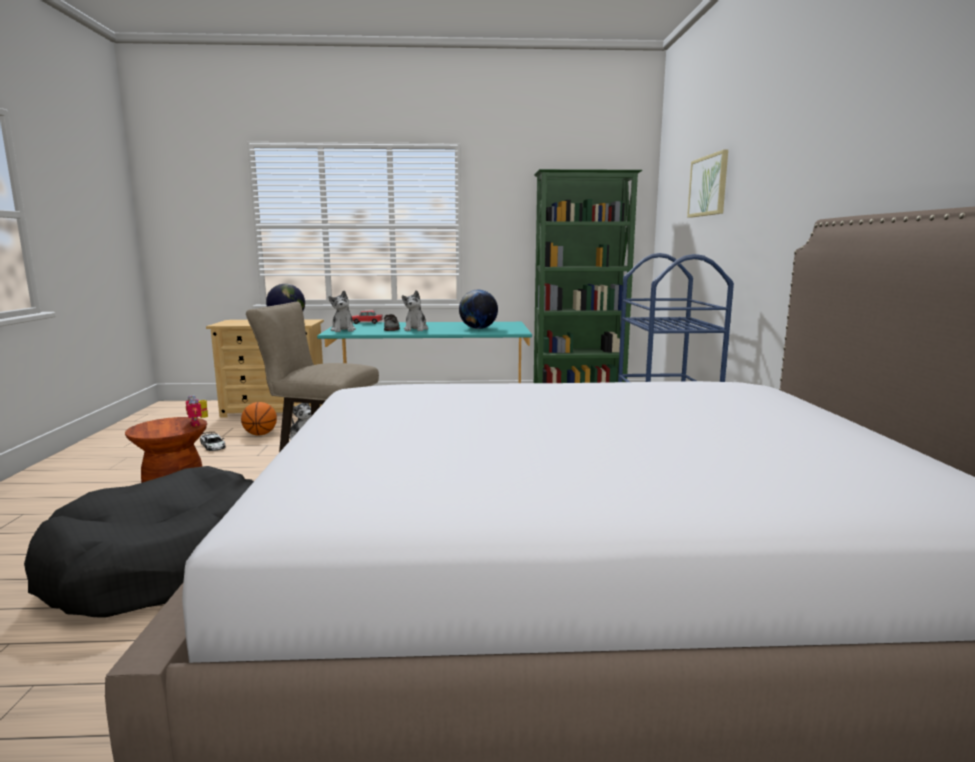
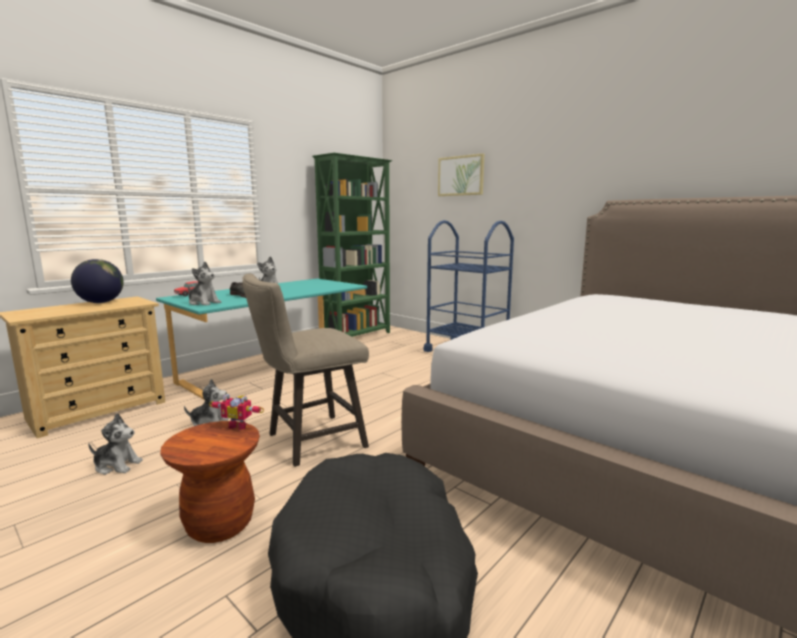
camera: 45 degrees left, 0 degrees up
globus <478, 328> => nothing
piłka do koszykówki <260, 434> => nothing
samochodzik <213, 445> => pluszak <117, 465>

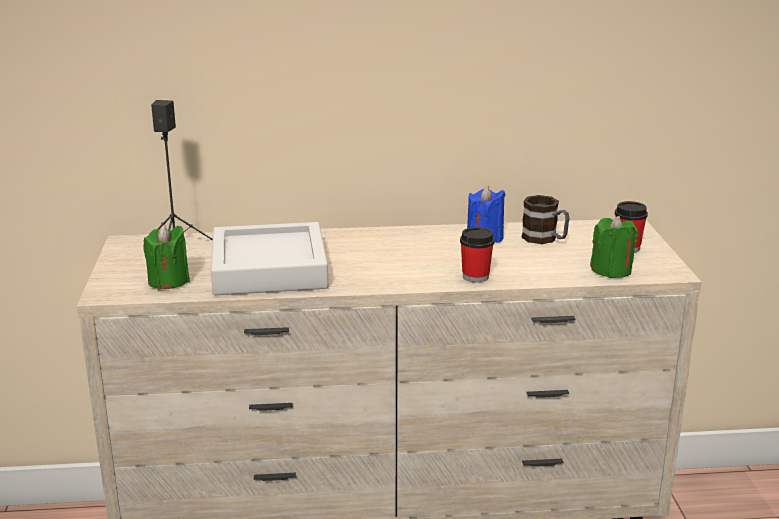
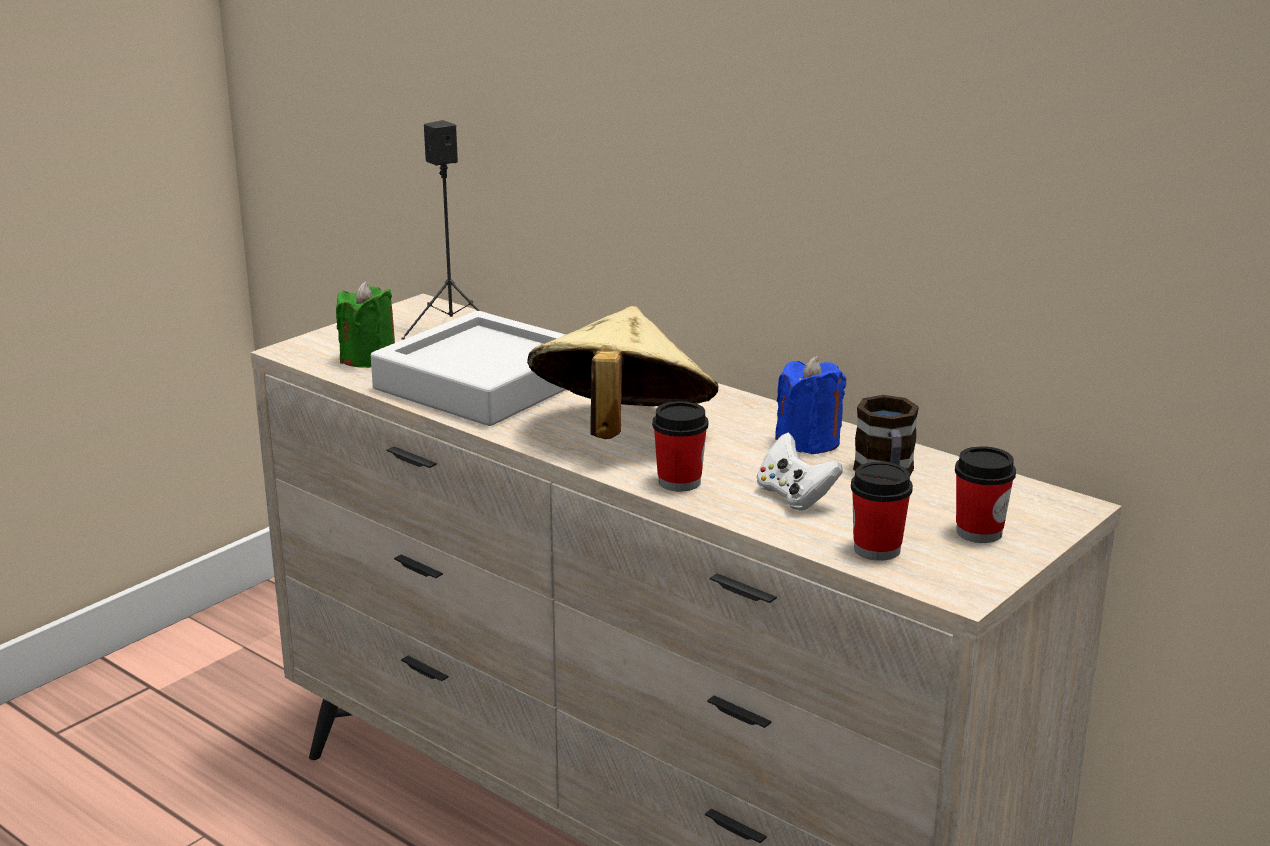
camera: 45 degrees right, 0 degrees up
świeca (zielony) <611, 270> => filiżanka <877, 549>
nothing => kapelusz (beżowy) <620, 432>
nothing => pad do gier (biały) <794, 497>

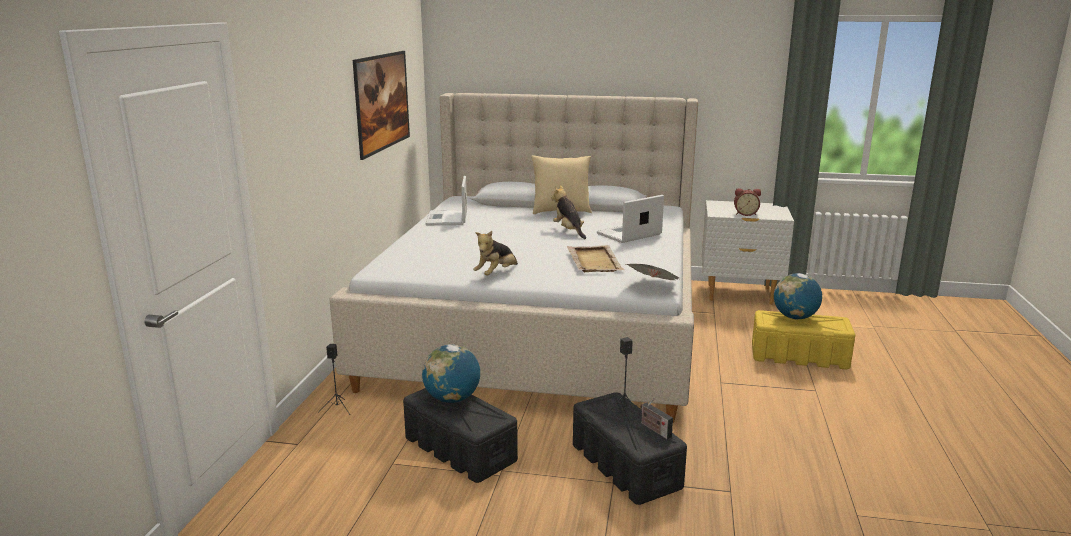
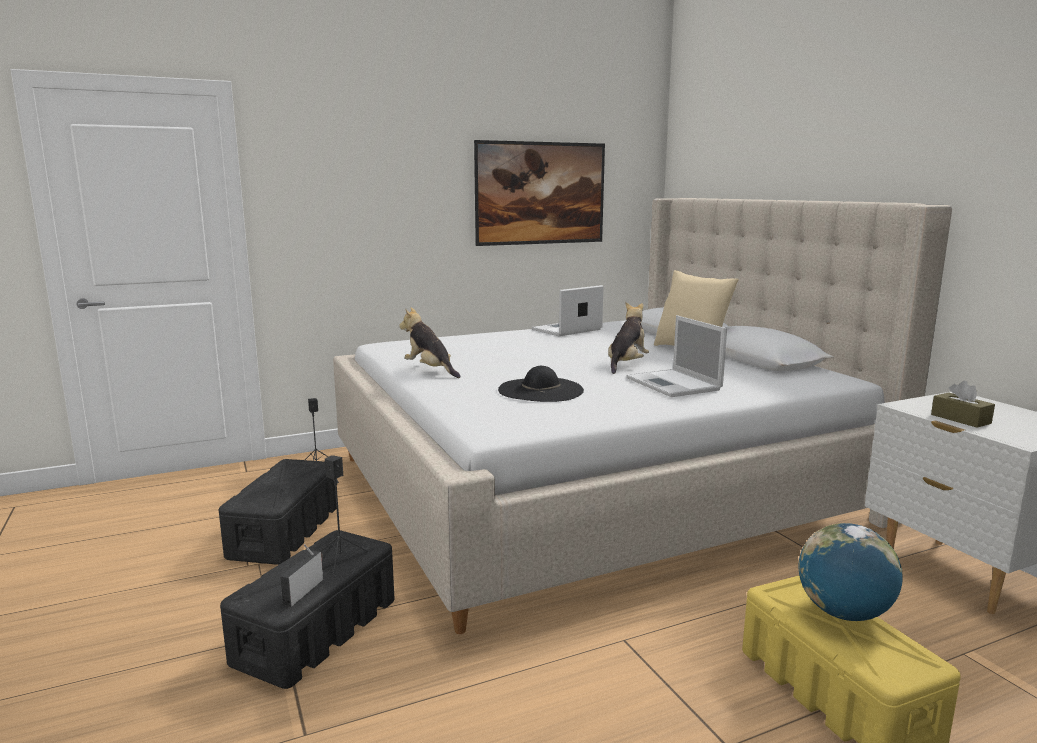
camera: 55 degrees right, 5 degrees down
budzik <745, 214> => pudełko chusteczek (brązowy) <960, 419>
laptop <628, 234> => laptop <674, 384>, 135 degrees counterclockwise
pluszak <496, 274> => pluszak <430, 370>, 45 degrees clockwise
taca (beżowy) <594, 261> => kapelusz (czarny) <541, 390>
gazeta <654, 286> => nothing
globus <452, 399> => nothing

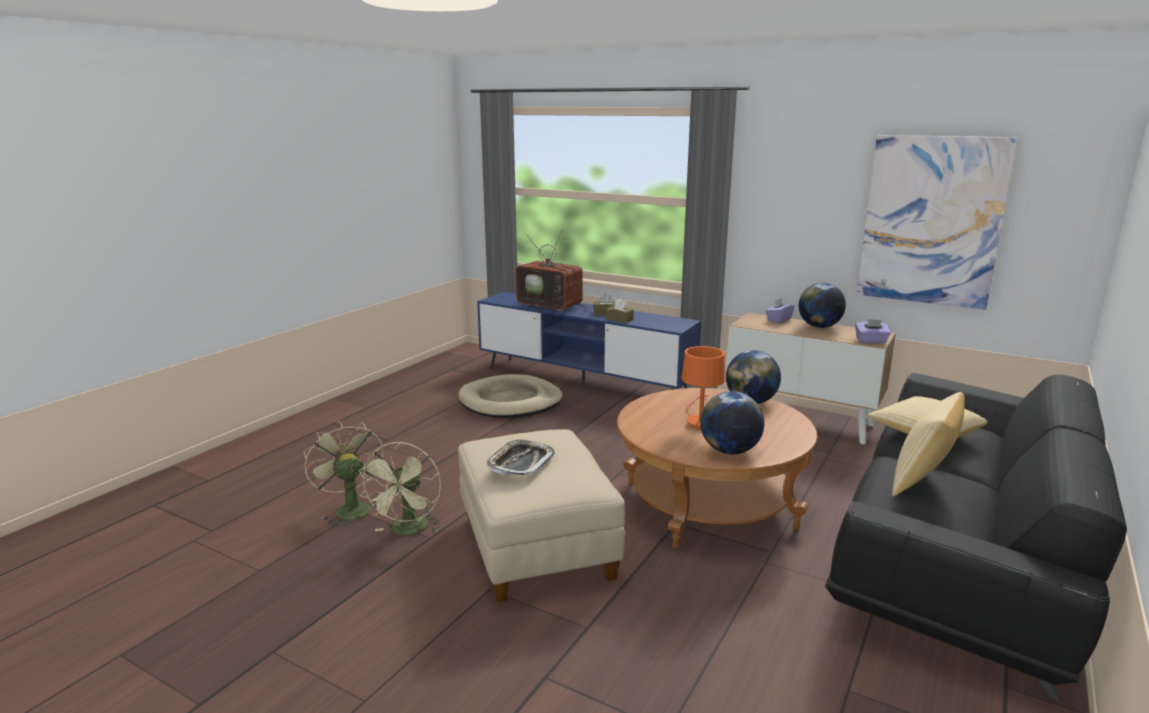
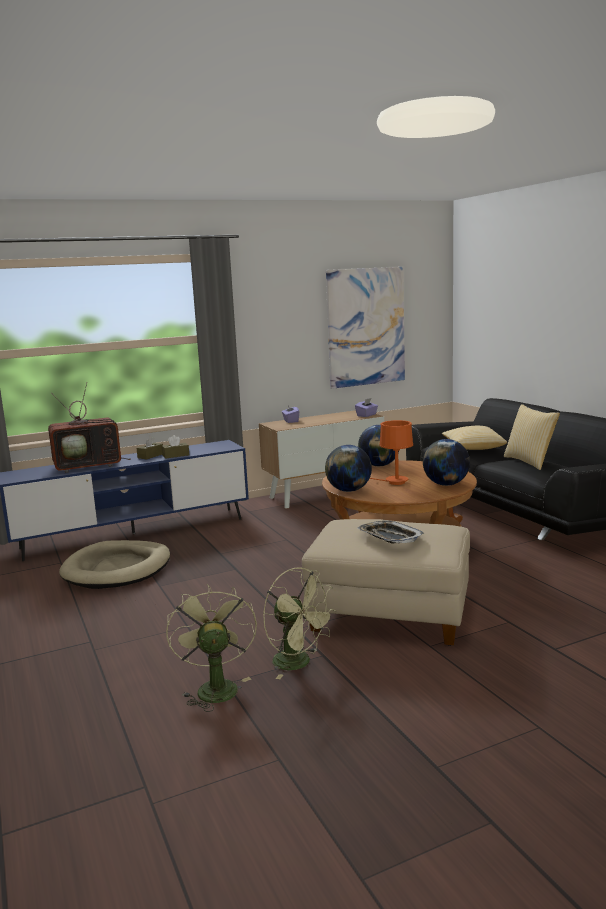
camera: 55 degrees left, 5 degrees down
globus <819, 327> => globus <349, 490>, relocated
wentylator (zielony) <349, 509> => wentylator (zielony) <215, 687>, 75 degrees clockwise

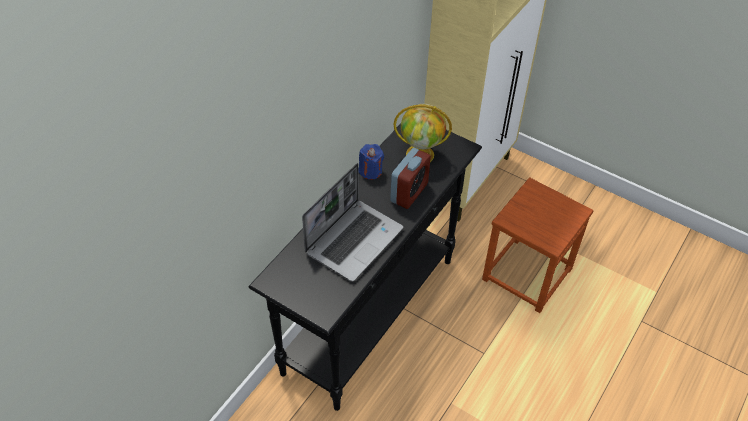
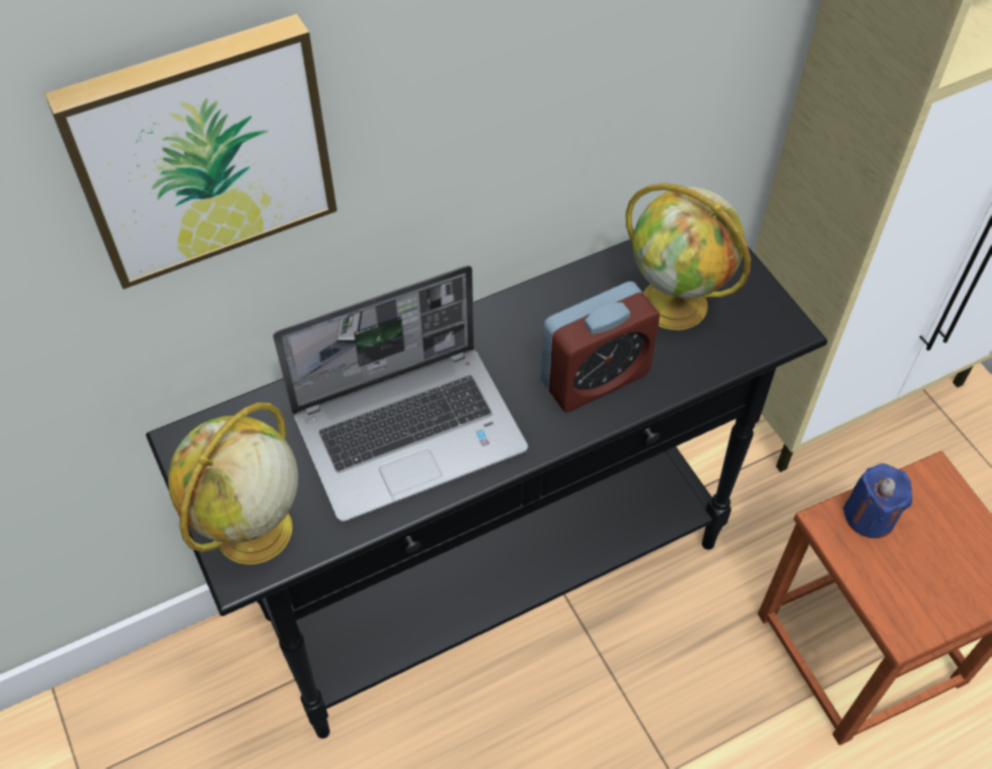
camera: 30 degrees right, 5 degrees up
świeca (niebieski) <370, 171> => świeca (niebieski) <869, 516>, relocated
nothing => obraz <200, 148>
nothing => globus <253, 532>

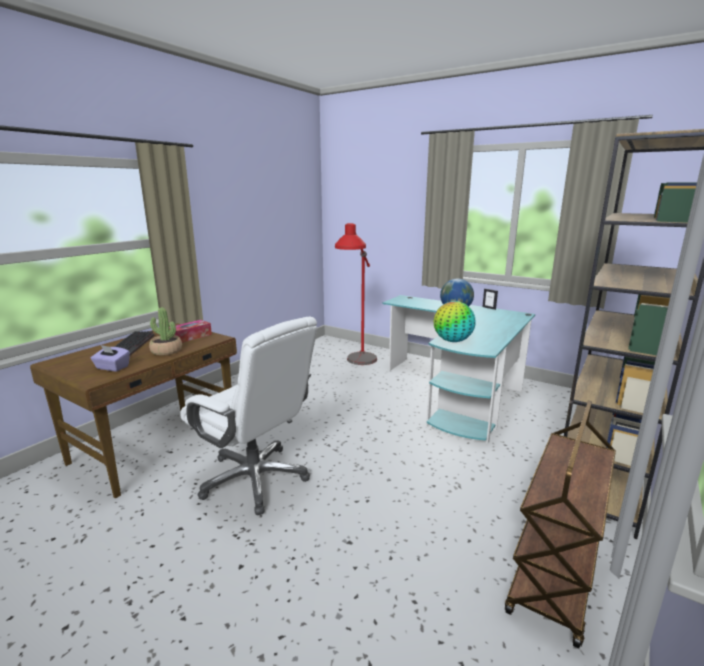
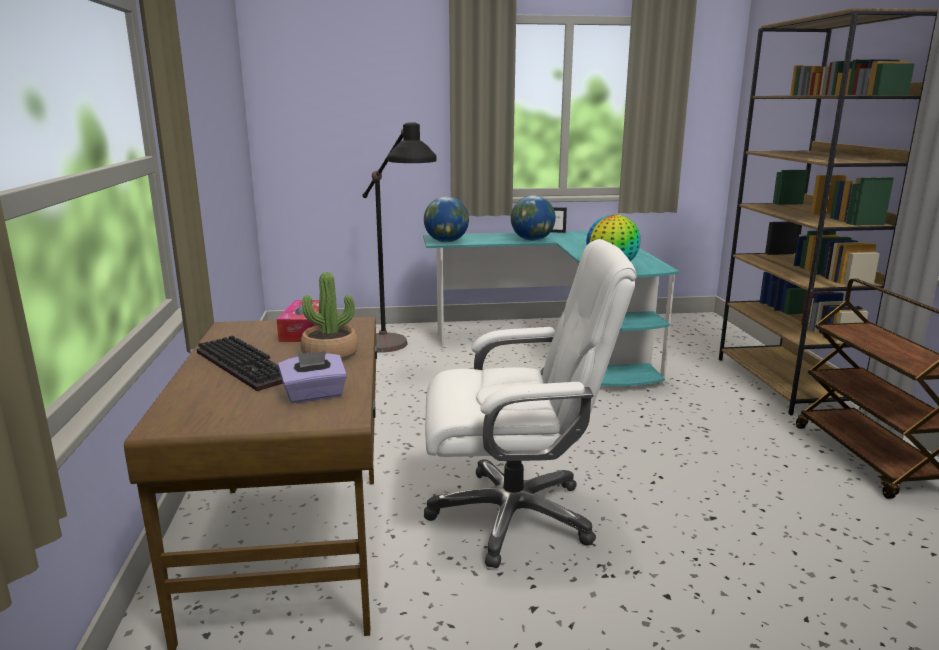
camera: 40 degrees left, 0 degrees up
lampa stojąca (czerwony) <357, 367> => lampa stojąca (czarny) <396, 354>
nothing => globus <446, 241>

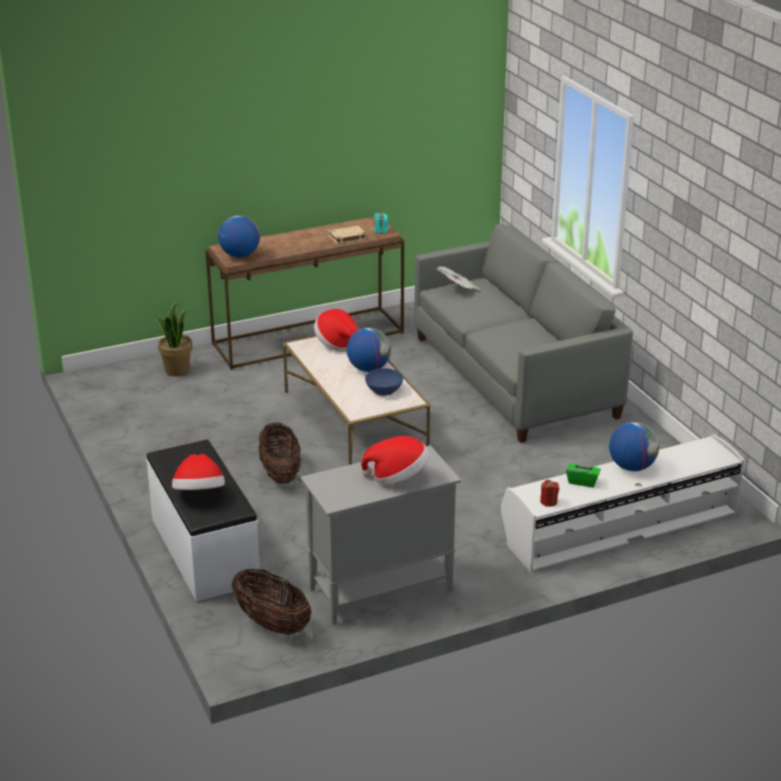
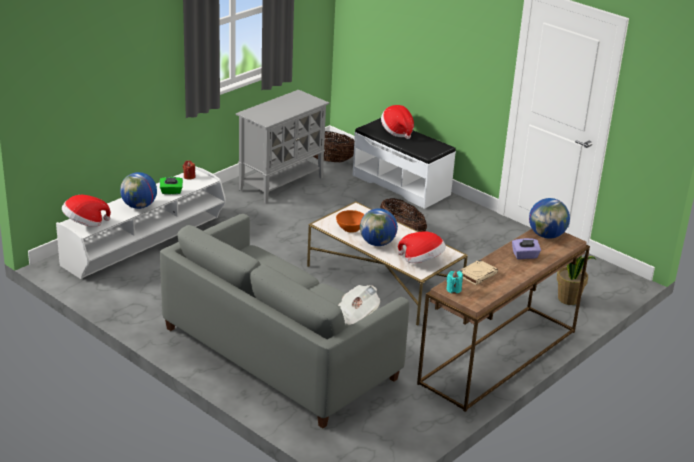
camera: 155 degrees right, 0 degrees up
miska (niebieski) <384, 390> => miska (pomarańczowy) <350, 228>
kapelusz <398, 477> => kapelusz <85, 223>, relocated
nothing => pudełko chusteczek (fioletowy) <525, 256>

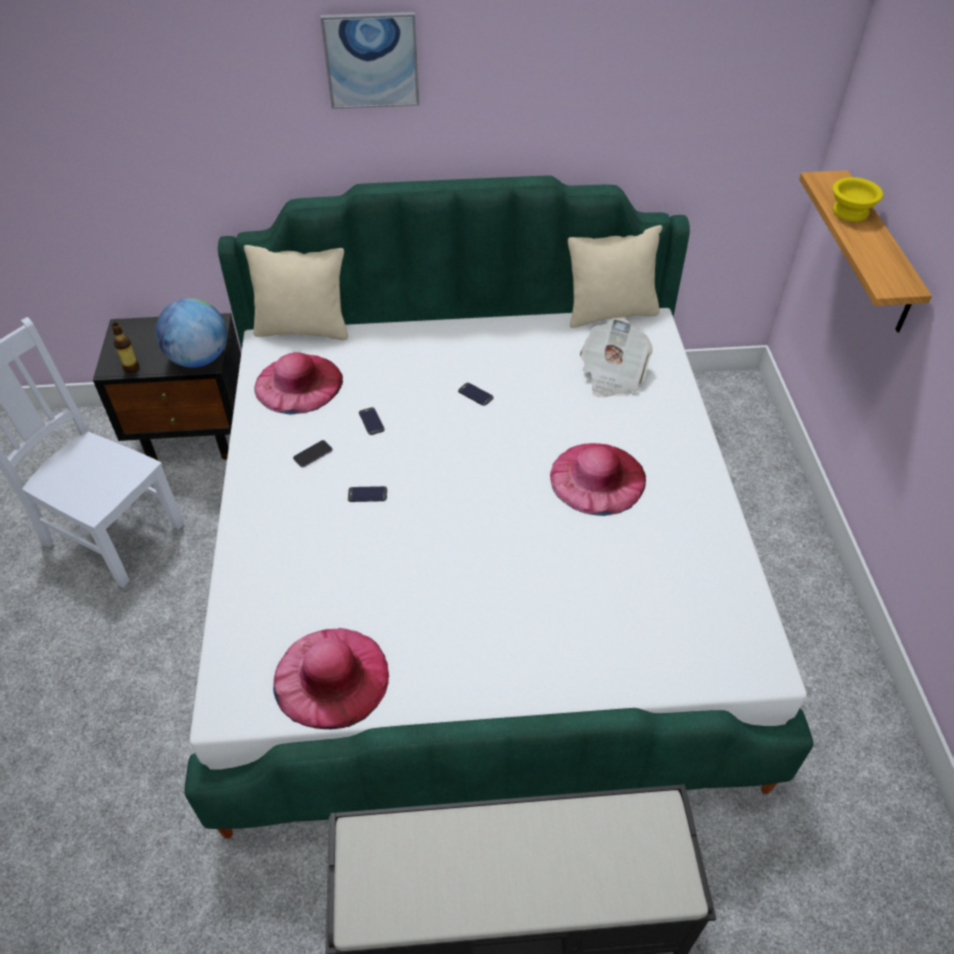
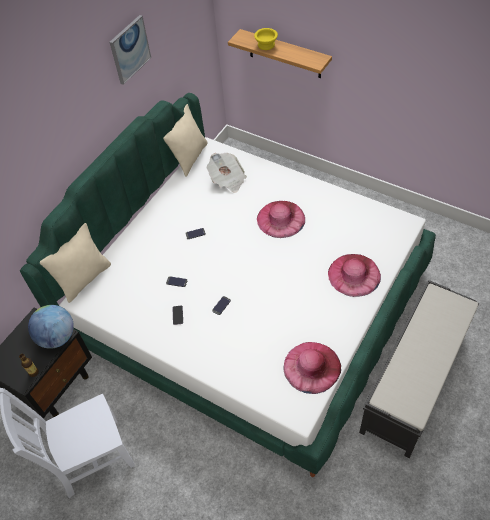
camera: 50 degrees left, 5 degrees up
obraz <371, 60> => obraz <129, 49>, relocated
kapelusz (różowy) <298, 383> => kapelusz (różowy) <354, 274>, relocated

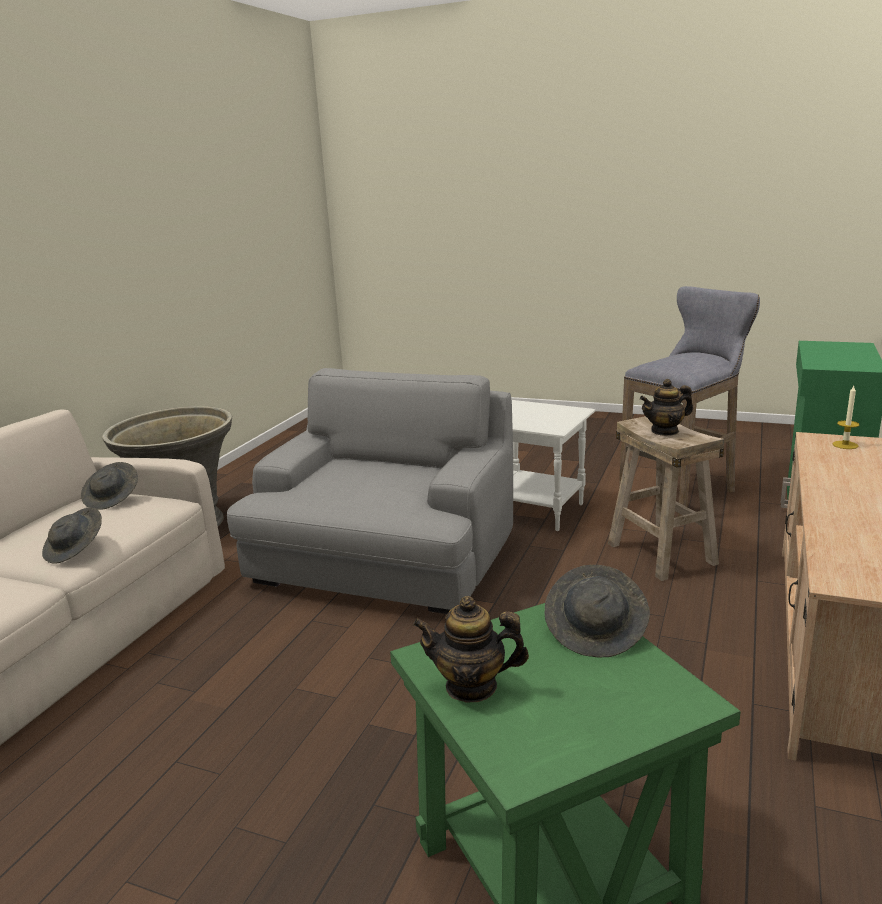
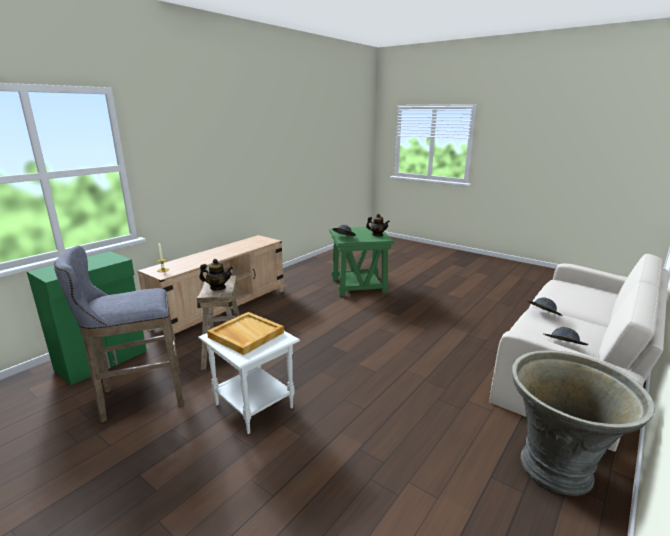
camera: 165 degrees left, 0 degrees up
fotel (szary) <385, 561> => nothing
nothing => taca (beżowy) <245, 335>

